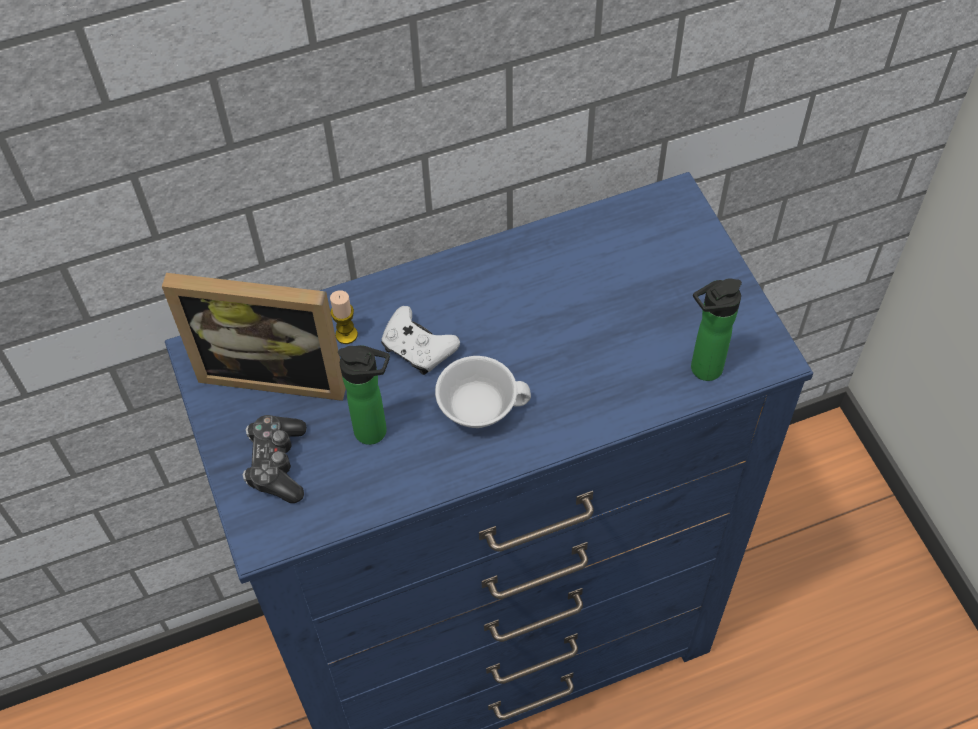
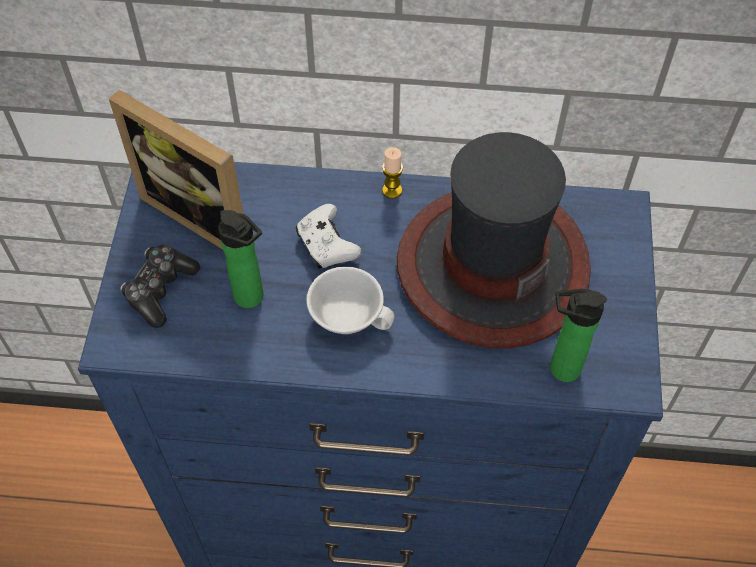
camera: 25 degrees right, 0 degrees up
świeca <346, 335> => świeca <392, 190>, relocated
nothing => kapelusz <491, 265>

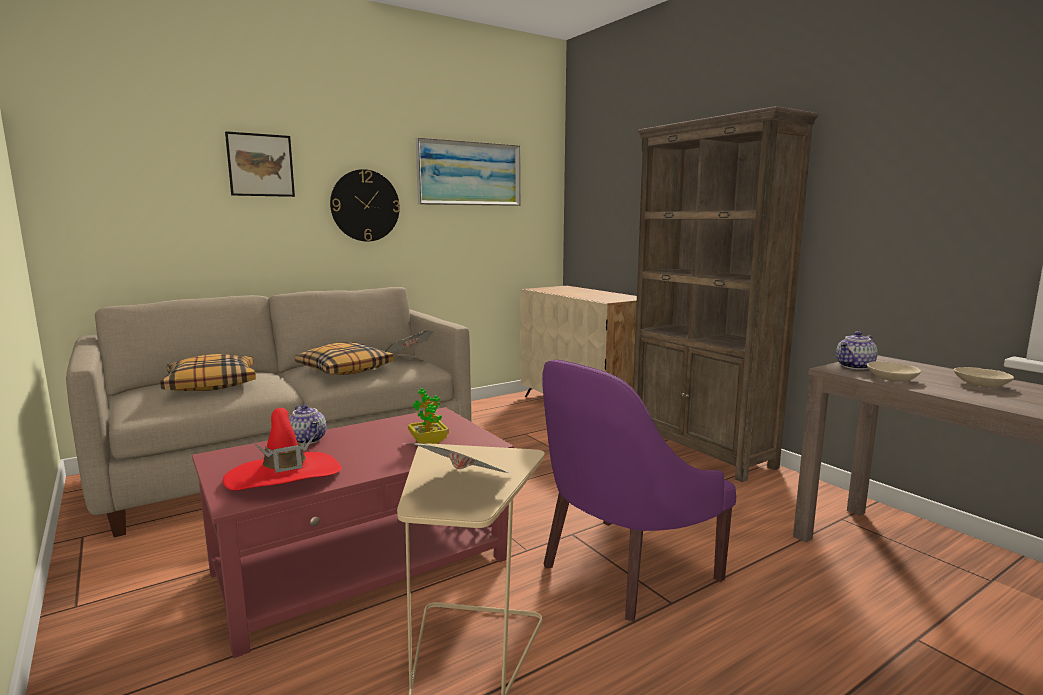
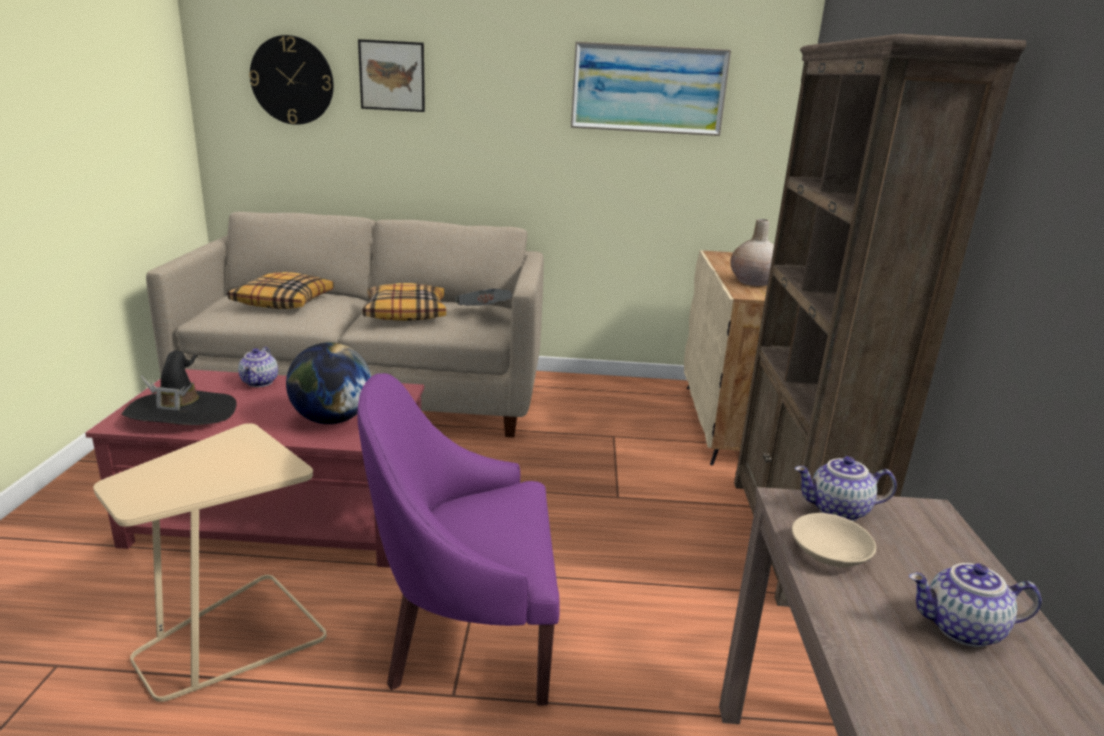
camera: 35 degrees right, 10 degrees up
zegar ścienny <365, 205> => zegar ścienny <292, 80>, relocated
miska (beżowy) <981, 384> => imbryk <962, 630>
roślina doniczkowa <428, 442> => globus <331, 420>
kapelusz (czerwony) <284, 477> => kapelusz (czarny) <181, 413>
gazeta <464, 487> => nothing
nothing => wazon (beżowy) <753, 282>

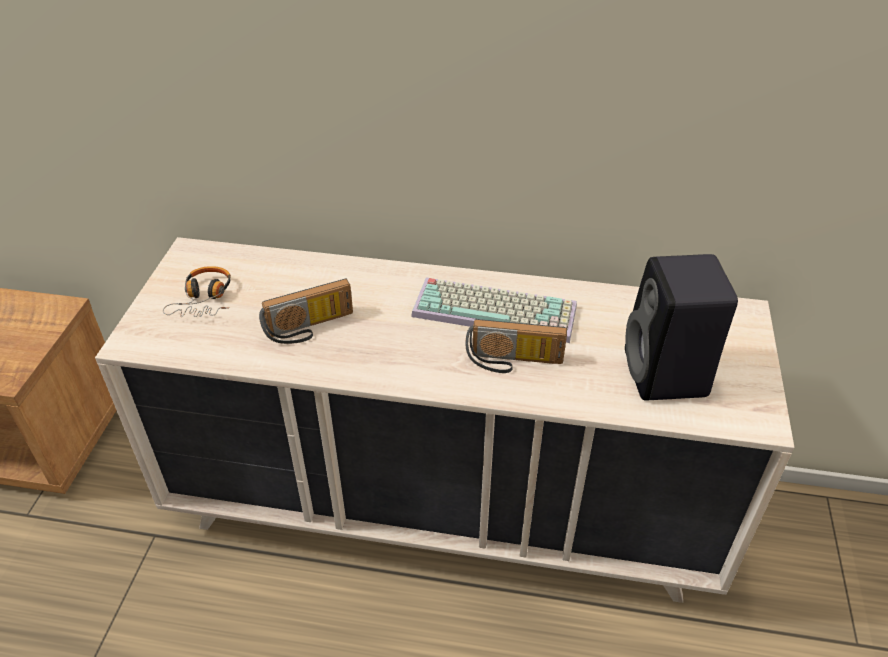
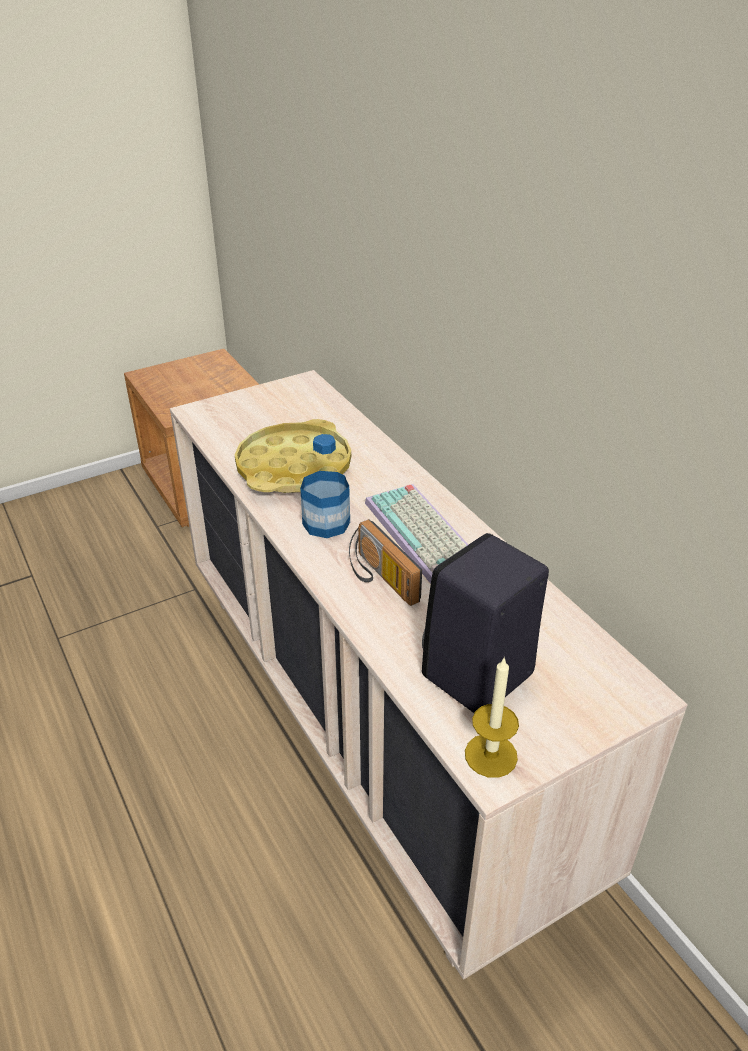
camera: 50 degrees right, 5 degrees down
słuchawki <204, 299> => nothing
radio <310, 328> => taca (żółty) <294, 467>
nothing => butelka <326, 523>
nothing => świeca <491, 755>

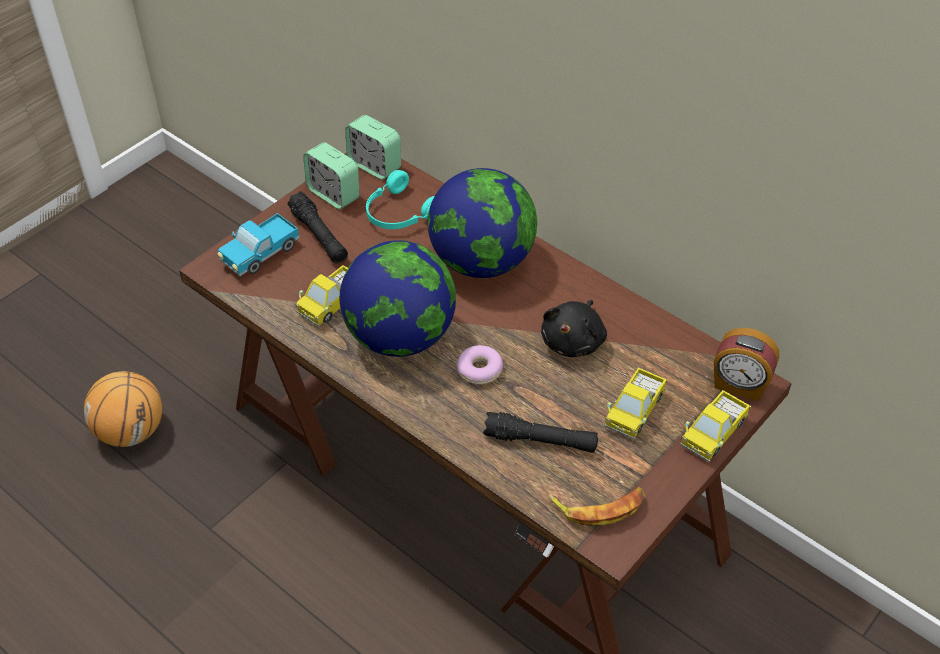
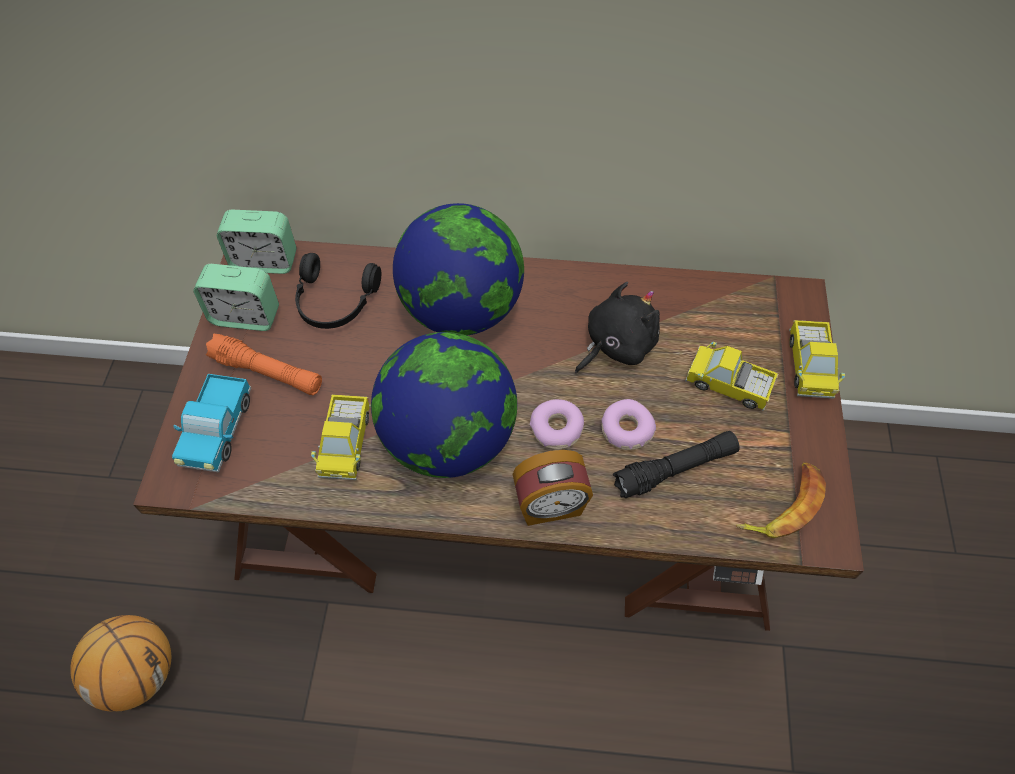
camera: 35 degrees left, 10 degrees up
słuchawki (turkusowy) <399, 214> => słuchawki (czarny) <335, 302>
latarka (czarny) <319, 236> => latarka (pomarańczowy) <268, 372>
pluszak (czarny) <574, 341> => pluszak (czarny) <616, 345>, 120 degrees counterclockwise
budzik <739, 385> => budzik <550, 506>, relocated
ciężarówka zabawkowa <634, 411> => ciężarówka zabawkowa <728, 385>, 120 degrees clockwise
nothing => donut <626, 430>

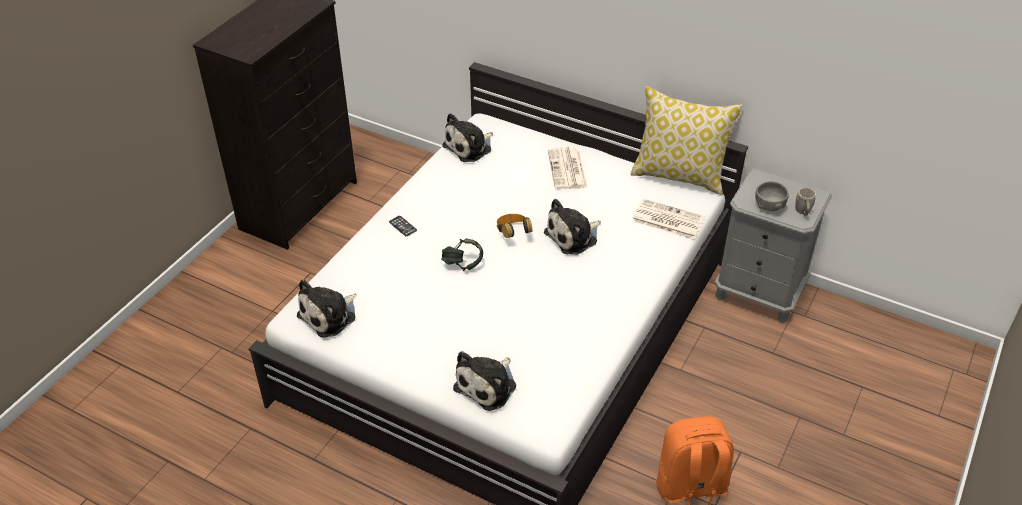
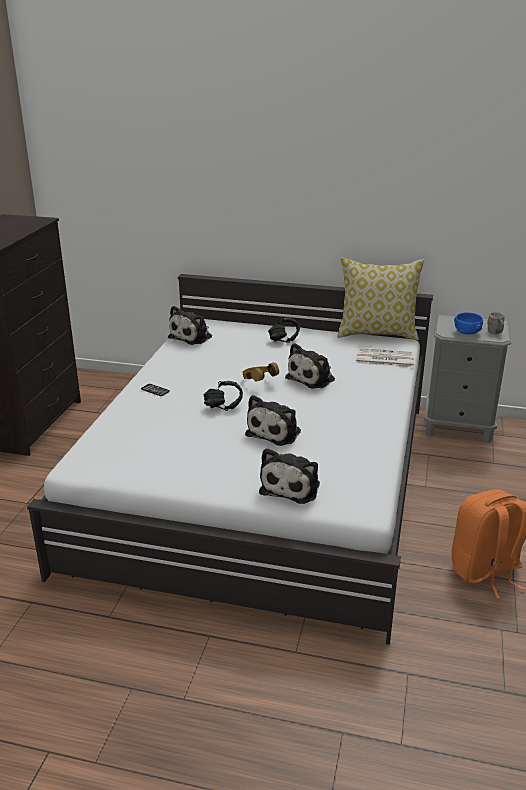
camera: 15 degrees left, 15 degrees down
gazeta <567, 170> => słuchawki <283, 340>
miska (szary) <769, 206> => miska (niebieski) <467, 332>
pluszak <330, 315> => pluszak <275, 432>, relocated

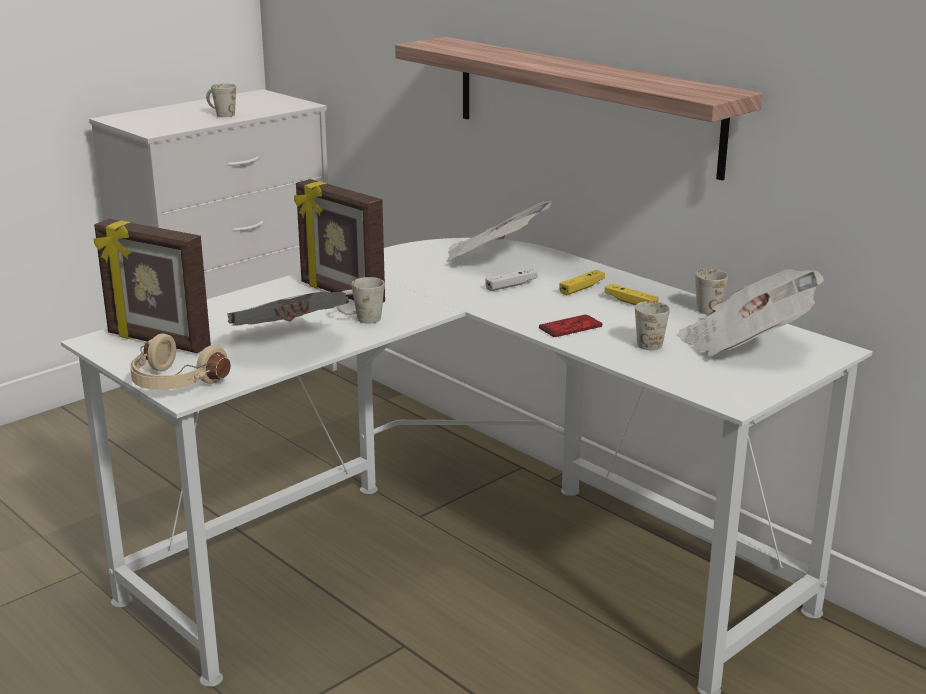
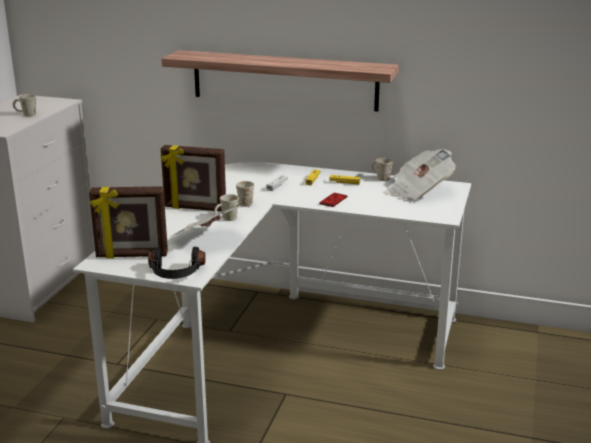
camera: 30 degrees left, 0 degrees up
gazeta <494, 259> => nothing
kubek (biały) <651, 342> => kubek (biały) <245, 202>, relocated
słuchawki (beżowy) <174, 383> => słuchawki (czarny) <176, 273>

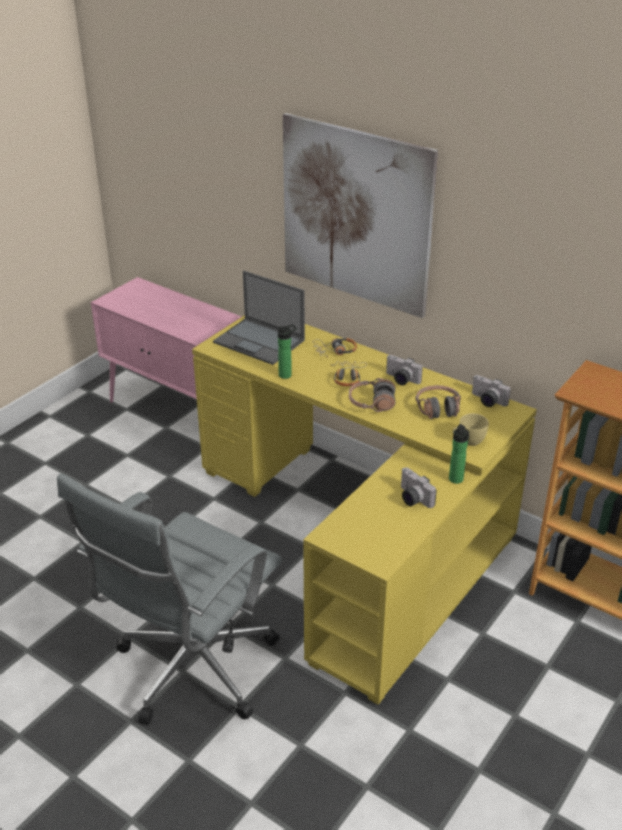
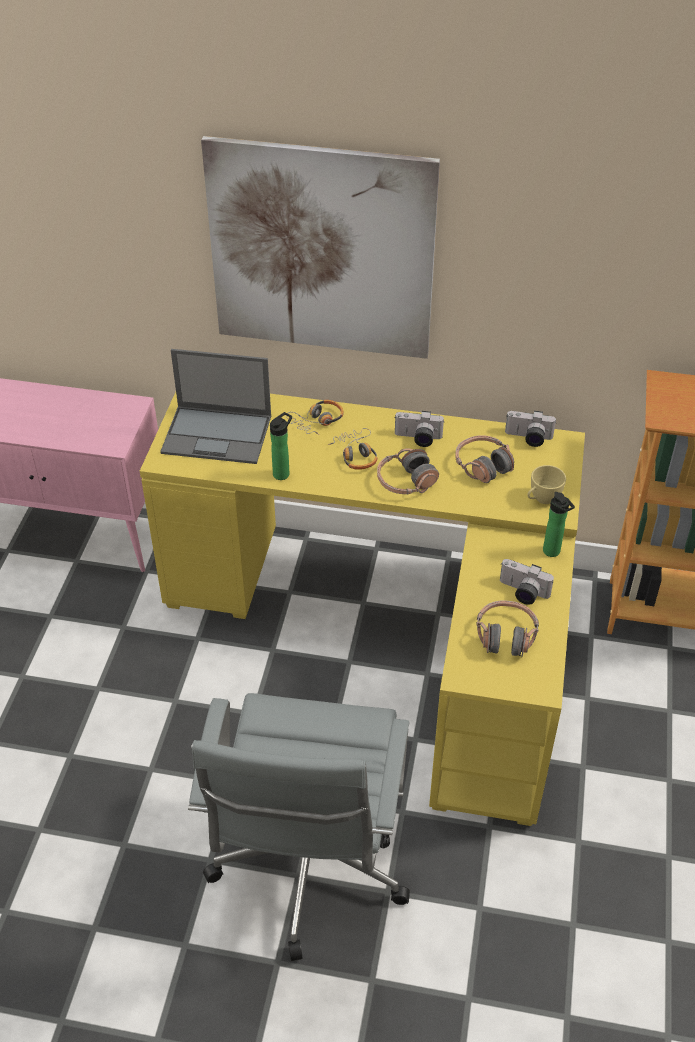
camera: 25 degrees left, 10 degrees up
nothing => słuchawki <505, 636>

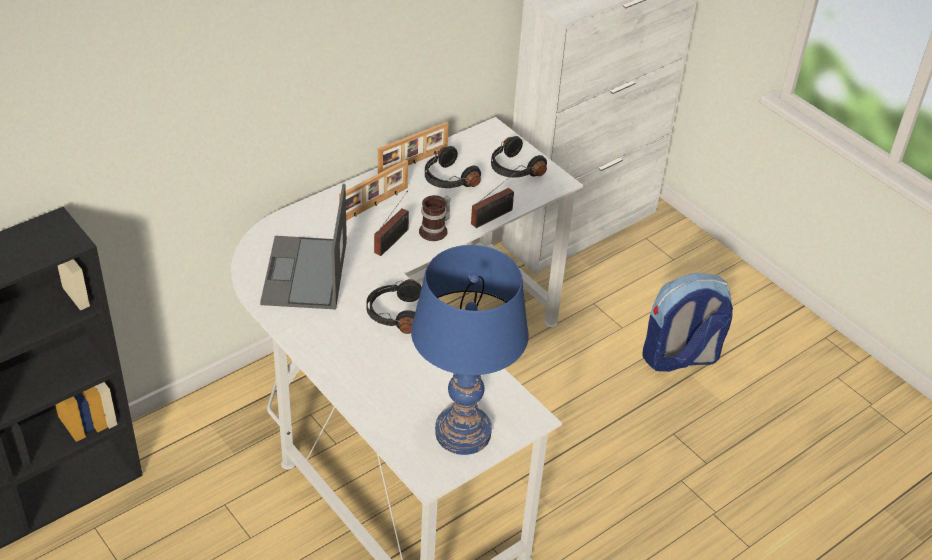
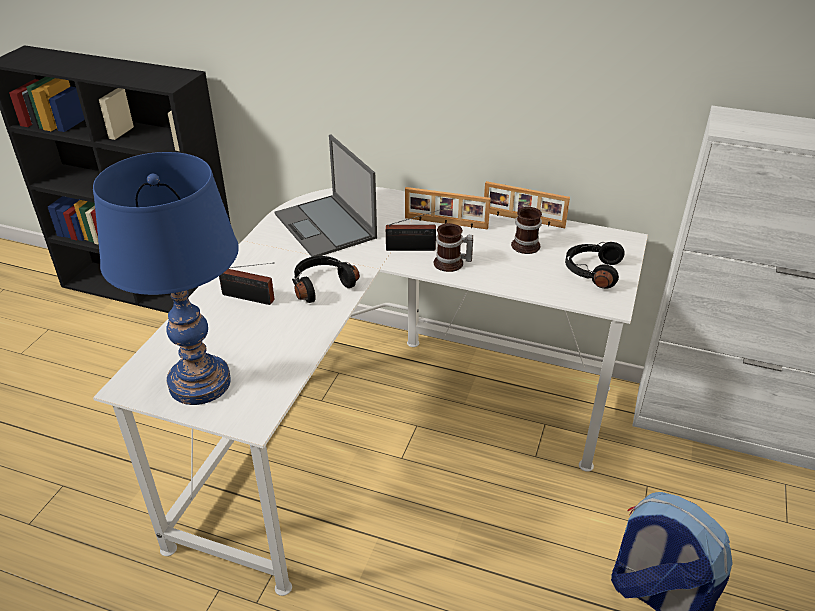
camera: 60 degrees right, 5 degrees down
słuchawki (czarny) <448, 179> => kubek <526, 244>
radio <494, 216> => radio <251, 298>, relocated
laptop <305, 274> => laptop <326, 226>, 90 degrees counterclockwise

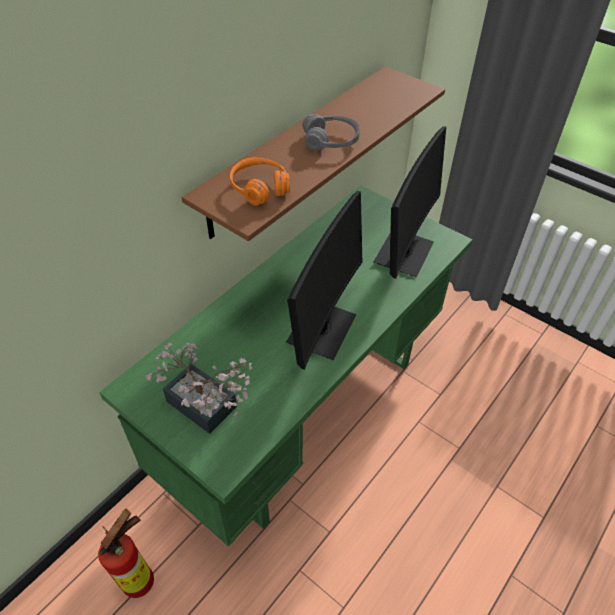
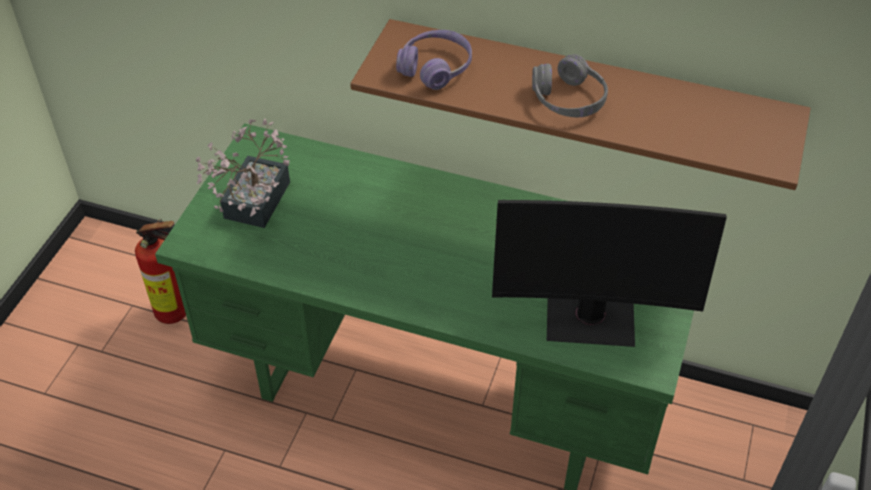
camera: 70 degrees right, 0 degrees up
słuchawki (pomarańczowy) <260, 188> => słuchawki (fioletowy) <435, 68>
monitor <322, 329> => nothing

